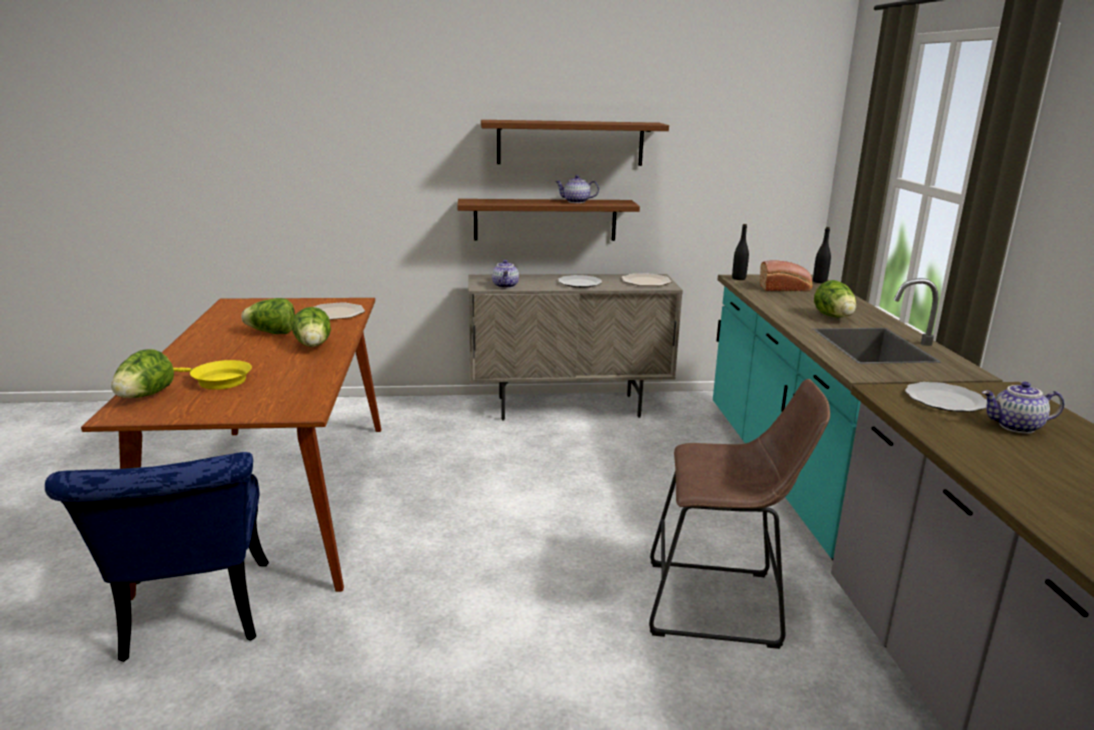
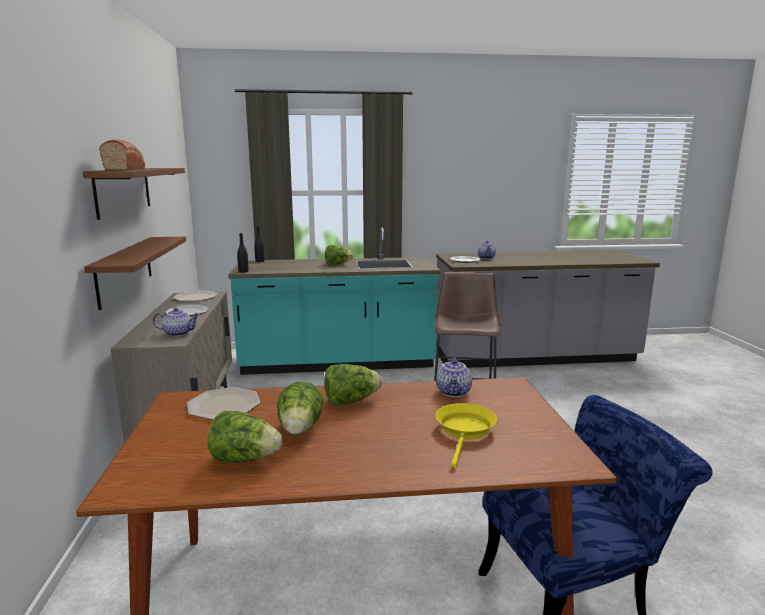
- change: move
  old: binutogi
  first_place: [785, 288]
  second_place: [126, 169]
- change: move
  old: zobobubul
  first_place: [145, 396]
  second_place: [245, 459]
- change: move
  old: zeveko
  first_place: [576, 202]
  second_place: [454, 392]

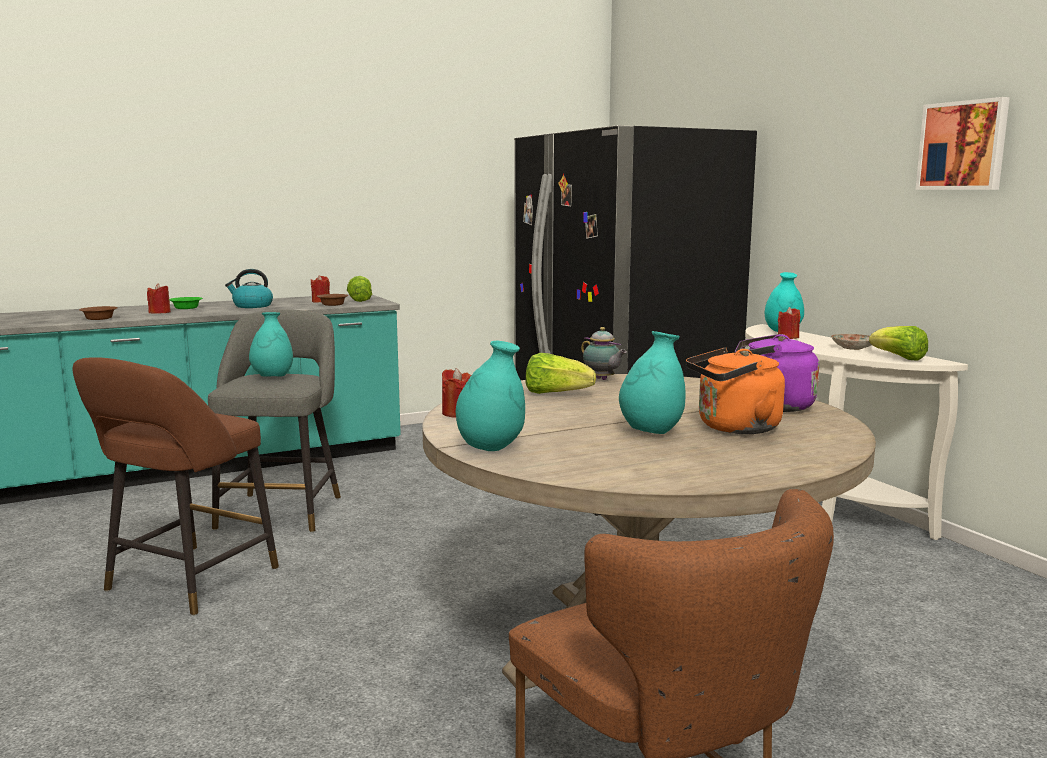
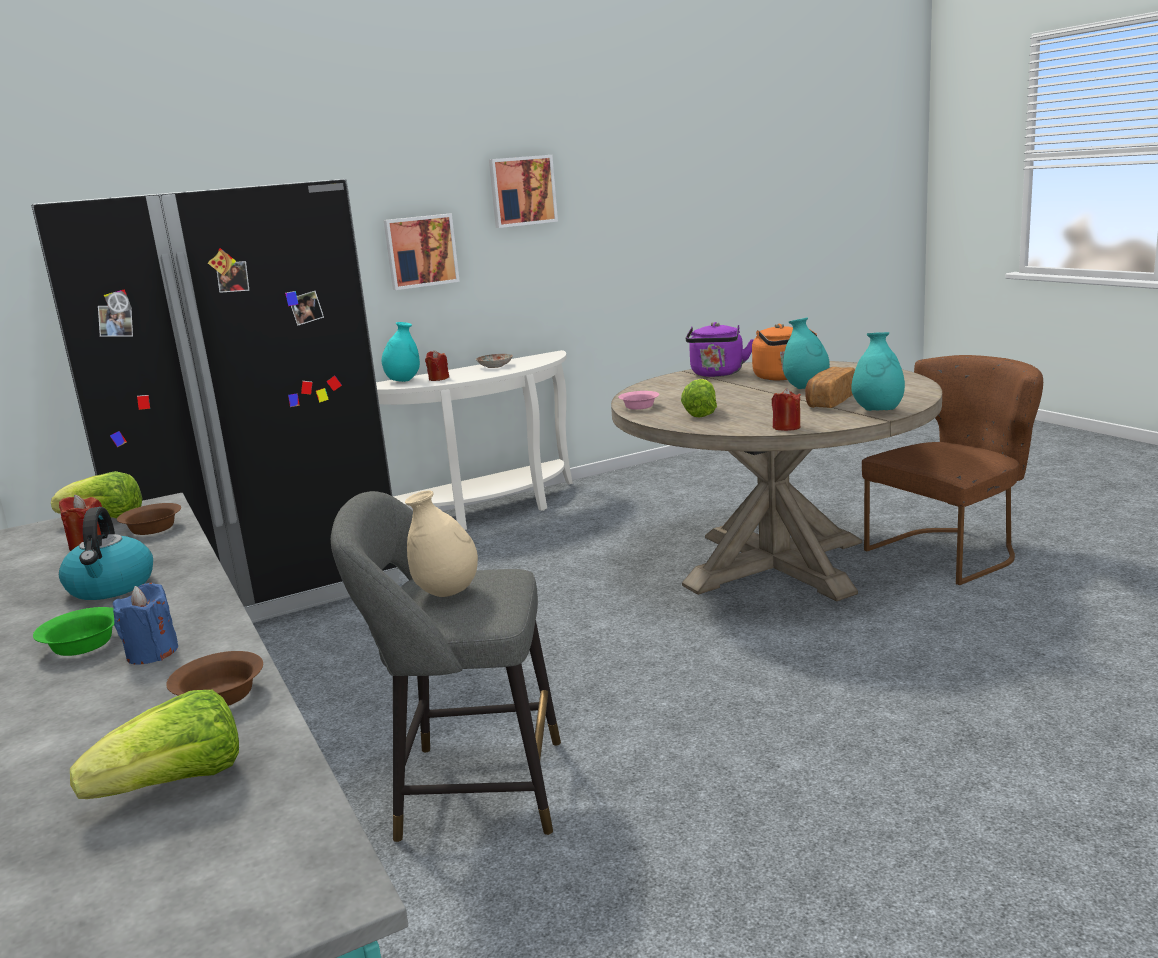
- change: move
  old: zobobubul
  first_place: [898, 358]
  second_place: [176, 785]
- change: recolor
  old: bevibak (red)
  new: bevibak (blue)
  first_place: [160, 312]
  second_place: [152, 653]
- change: insert
  new: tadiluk
  second_place: [420, 251]
- change: recolor
  old: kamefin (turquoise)
  new: kamefin (beige)
  first_place: [272, 377]
  second_place: [447, 593]
- change: replace
  old: zeveko
  new: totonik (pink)
  first_place: [602, 379]
  second_place: [639, 407]
- change: insert
  new: binutogi
  second_place: [829, 401]
- change: delete
  old: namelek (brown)
  first_place: [186, 583]

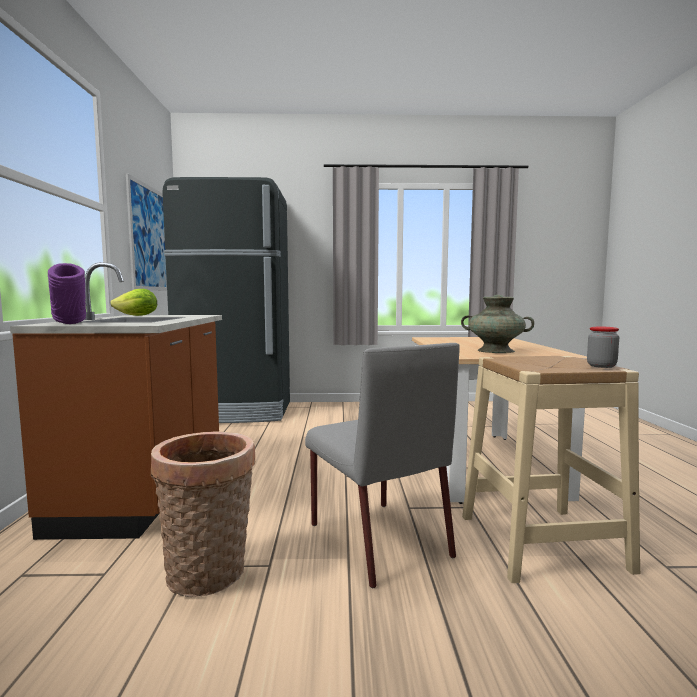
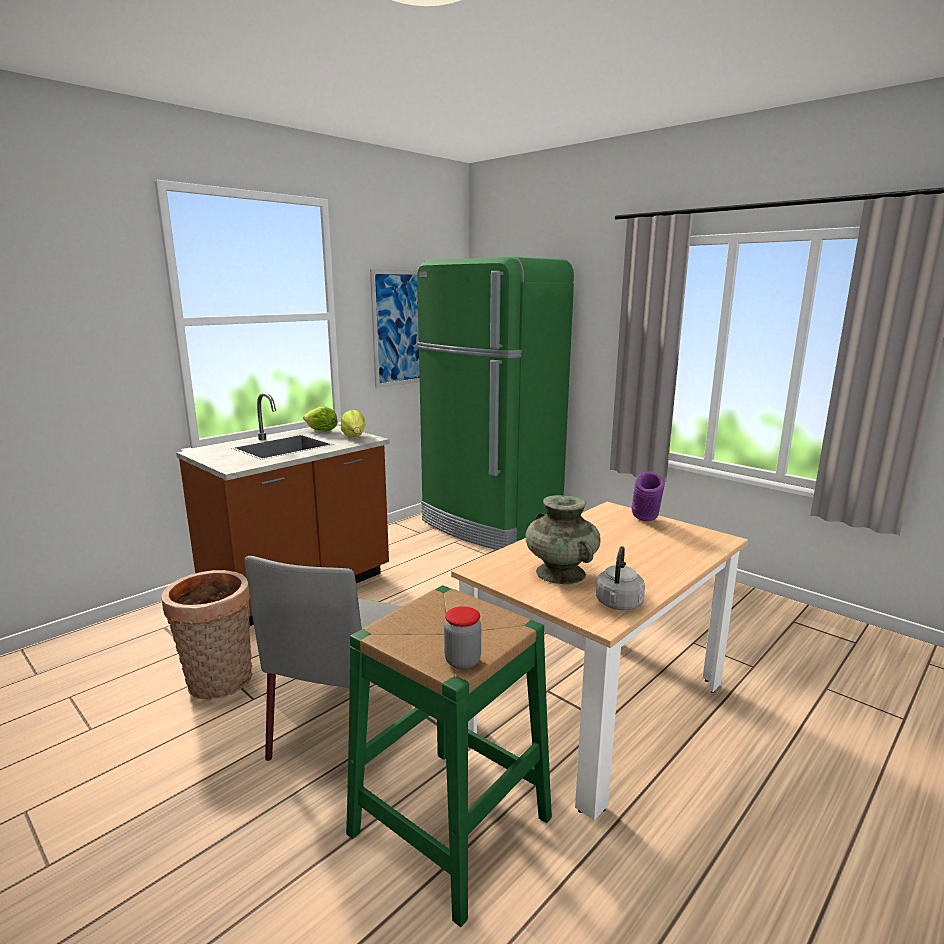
- change: insert
  new: zobobubul
  second_place: [354, 437]
- change: recolor
  old: namelek (beige)
  new: namelek (green)
  first_place: [541, 542]
  second_place: [450, 825]
- change: recolor
  old: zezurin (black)
  new: zezurin (green)
  first_place: [236, 412]
  second_place: [489, 525]
- change: insert
  new: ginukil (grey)
  second_place: [618, 605]
- change: move
  old: kamefin (purple)
  first_place: [70, 324]
  second_place: [645, 522]

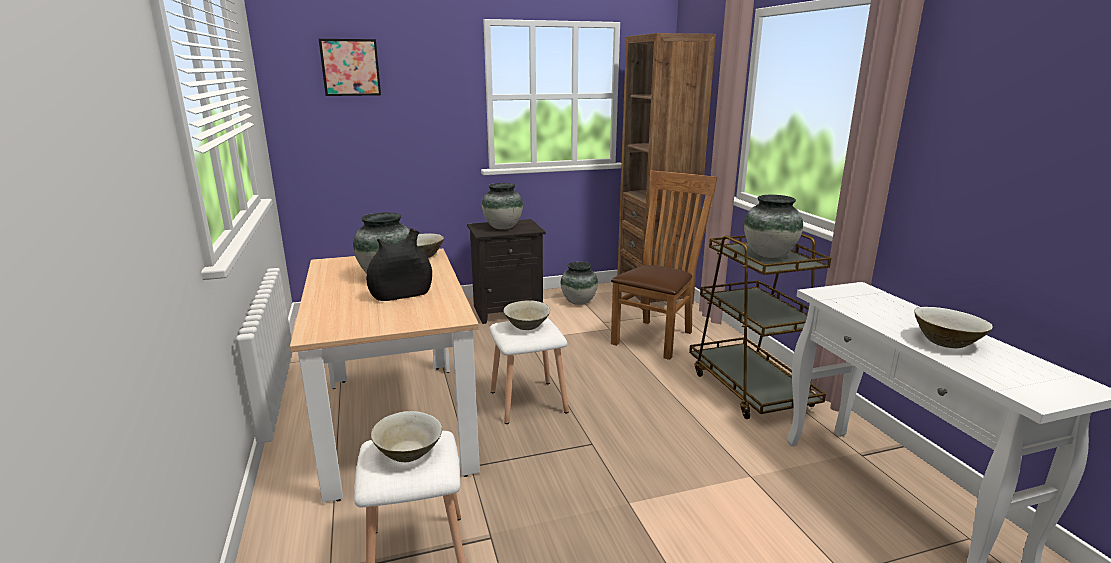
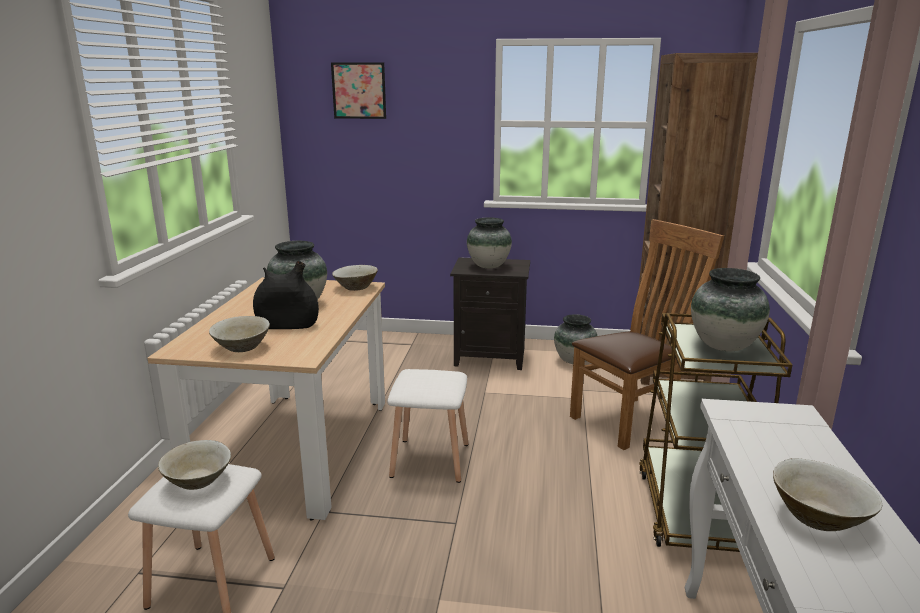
- change: move
  old: totonik (beige)
  first_place: [527, 326]
  second_place: [242, 347]

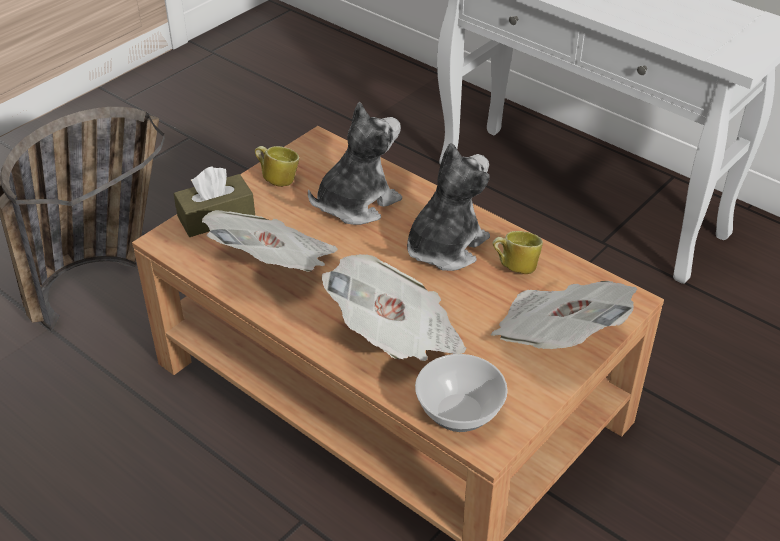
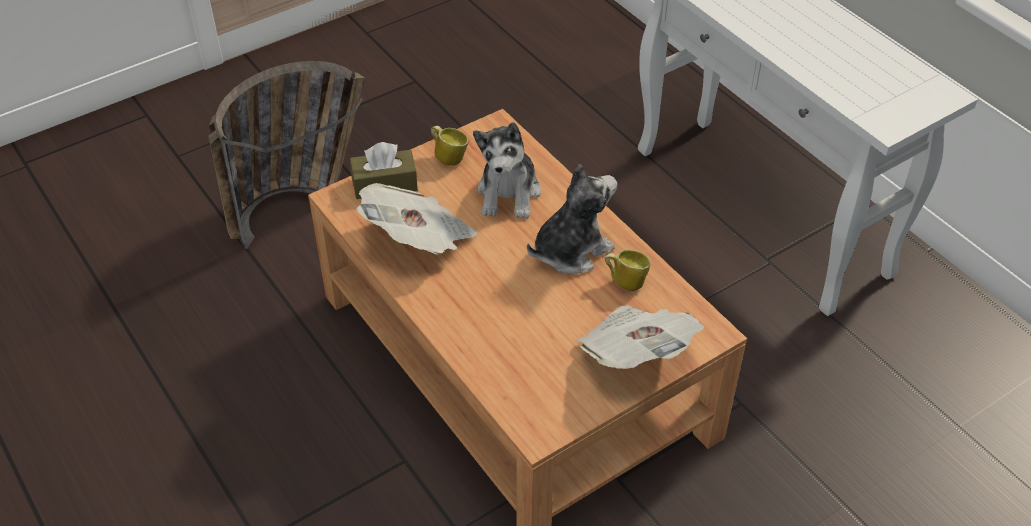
- change: rotate
  old: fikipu
  first_place: [356, 203]
  second_place: [509, 193]
  degrees: 120
- change: delete
  old: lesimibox
  first_place: [396, 336]
- change: delete
  old: totonik
  first_place: [459, 411]

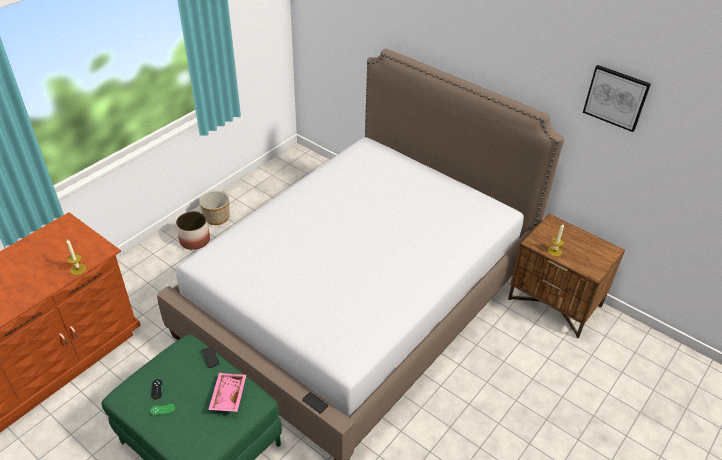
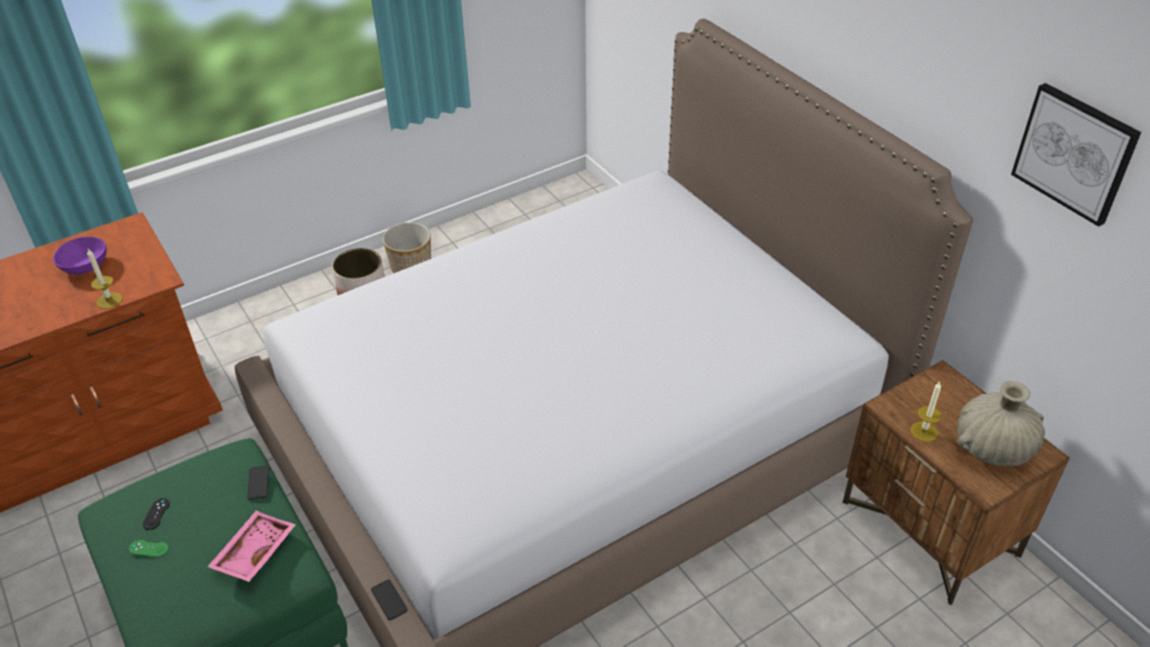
- change: insert
  new: totonik (purple)
  second_place: [86, 266]
- change: insert
  new: kamefin (beige)
  second_place: [992, 448]

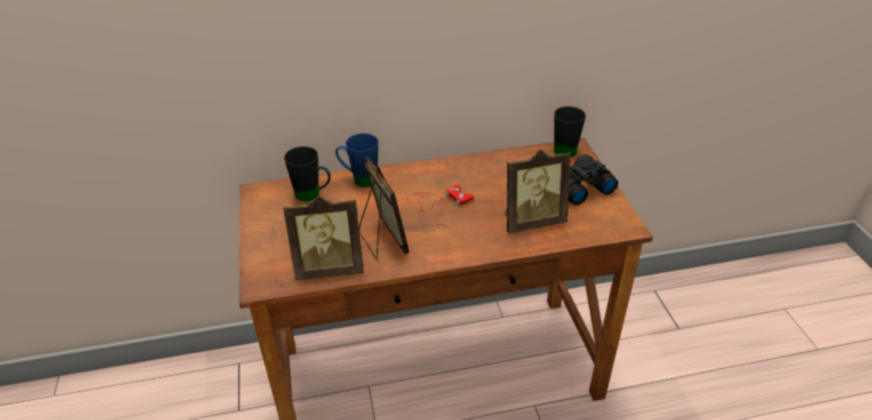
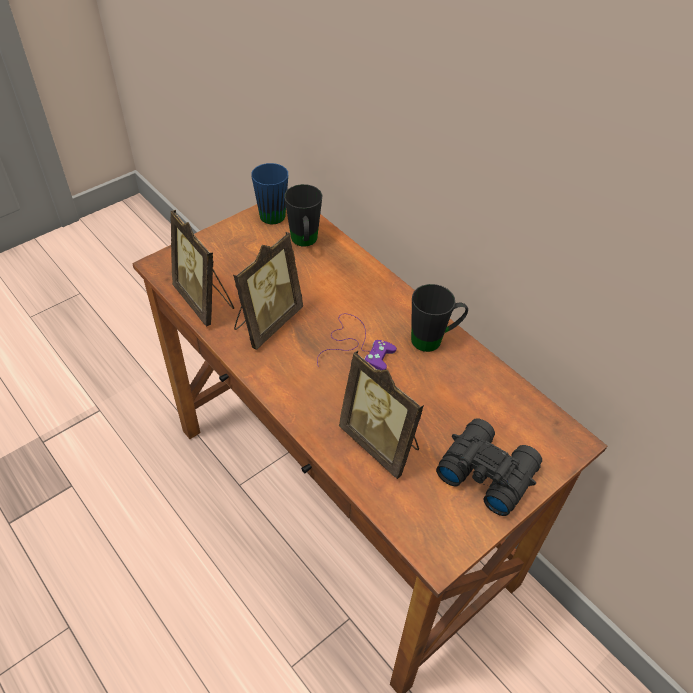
- change: move
  old: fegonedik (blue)
  first_place: [359, 179]
  second_place: [271, 211]
- change: recolor
  old: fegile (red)
  new: fegile (purple)
  first_place: [439, 204]
  second_place: [356, 345]
- change: move
  old: fegonedik (black)
  first_place: [566, 148]
  second_place: [434, 339]

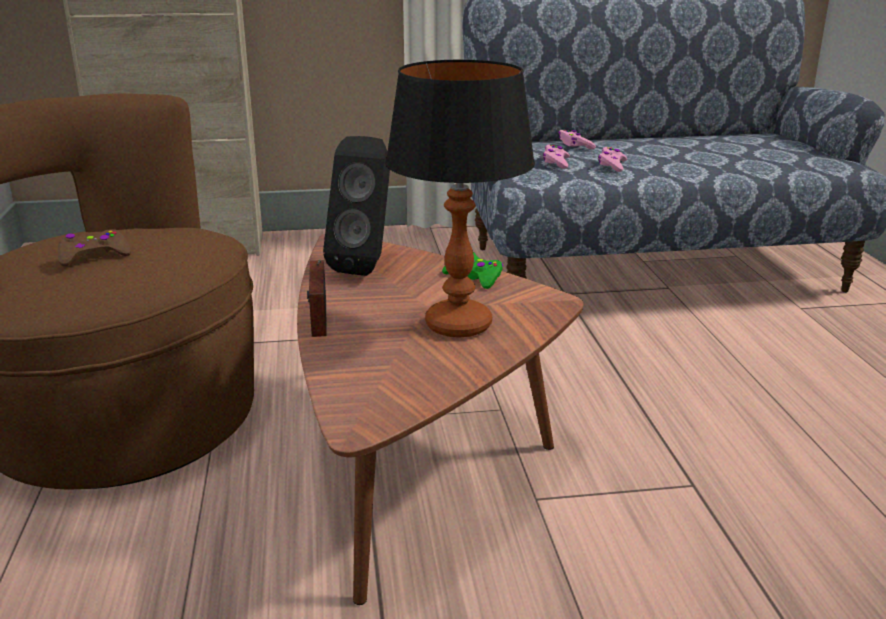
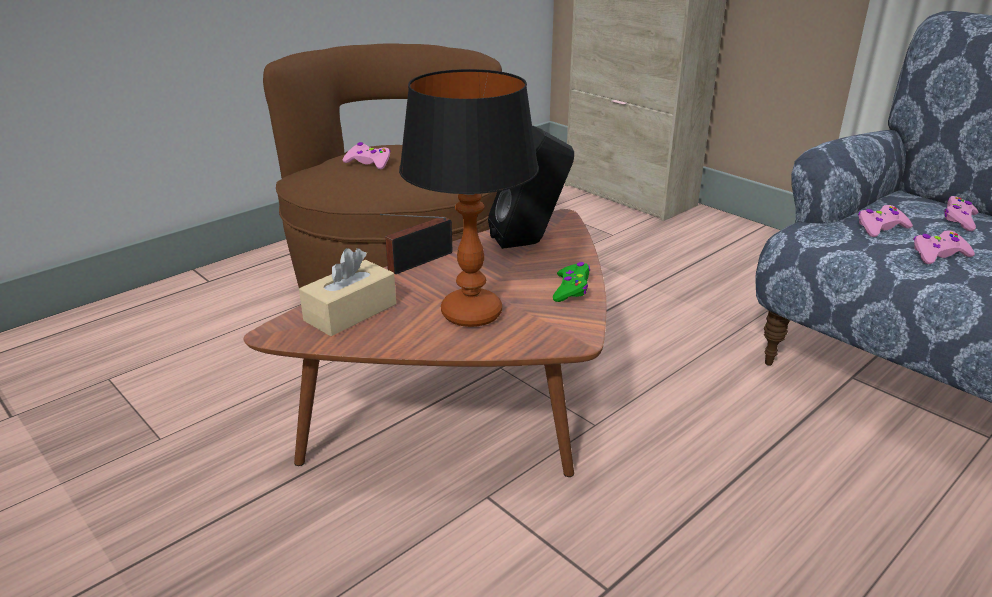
- change: insert
  new: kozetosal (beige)
  second_place: [350, 312]
- change: recolor
  old: fegile (brown)
  new: fegile (pink)
  first_place: [94, 256]
  second_place: [368, 162]

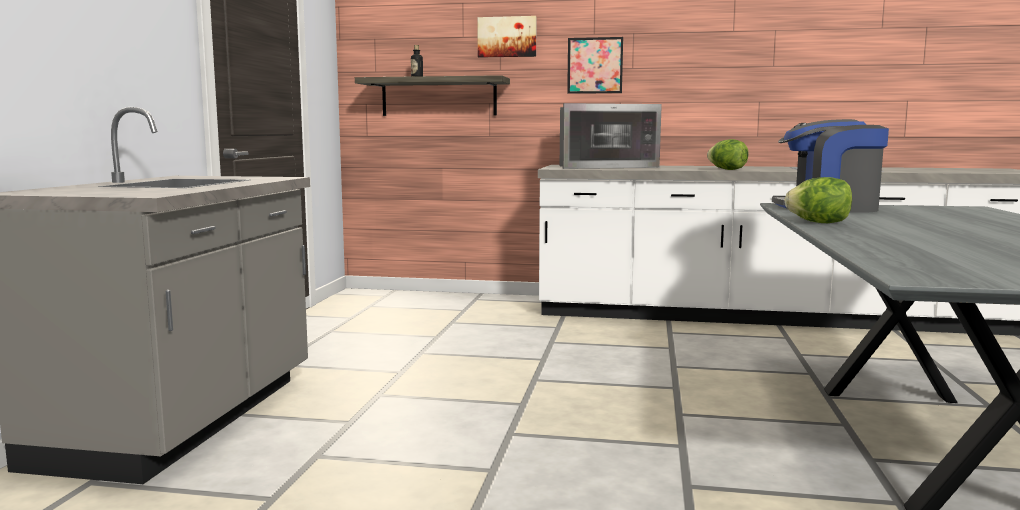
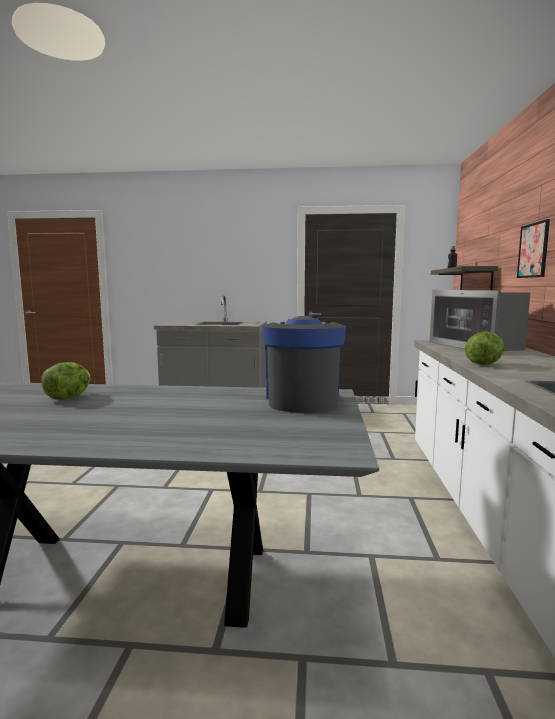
- change: move
  old: zobobubul
  first_place: [819, 223]
  second_place: [68, 398]
- change: delete
  old: tadiluk
  first_place: [507, 37]

